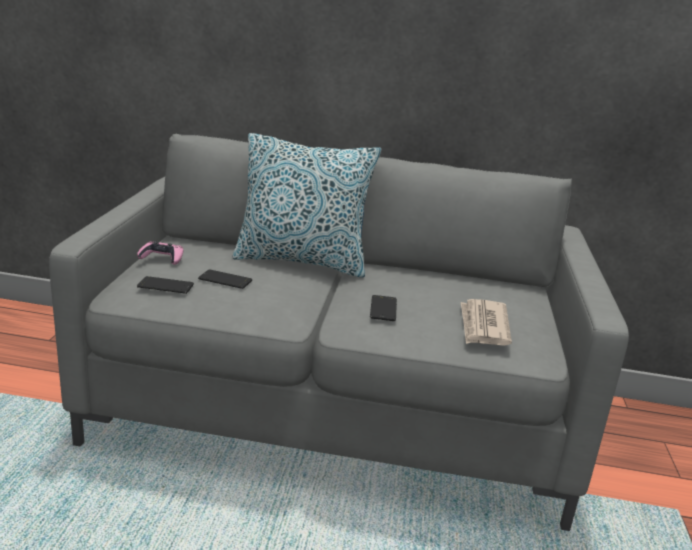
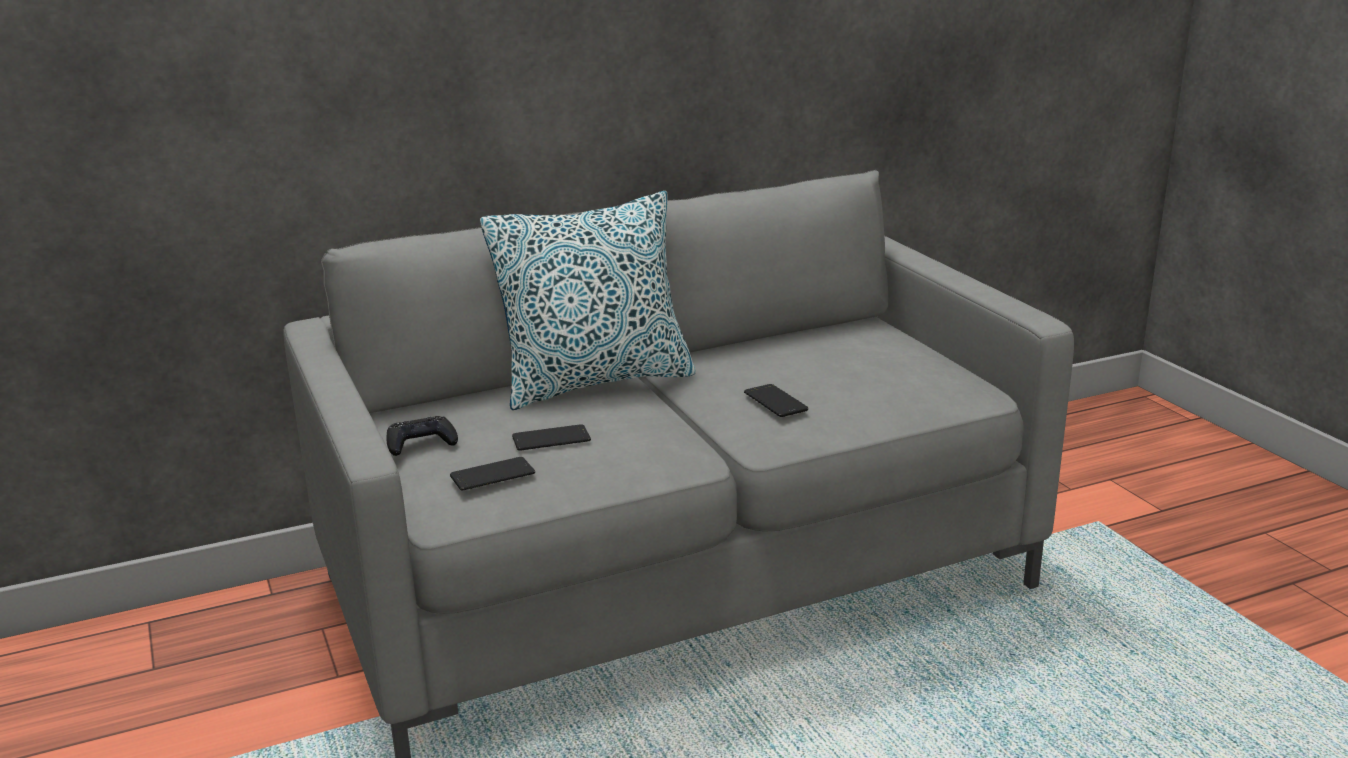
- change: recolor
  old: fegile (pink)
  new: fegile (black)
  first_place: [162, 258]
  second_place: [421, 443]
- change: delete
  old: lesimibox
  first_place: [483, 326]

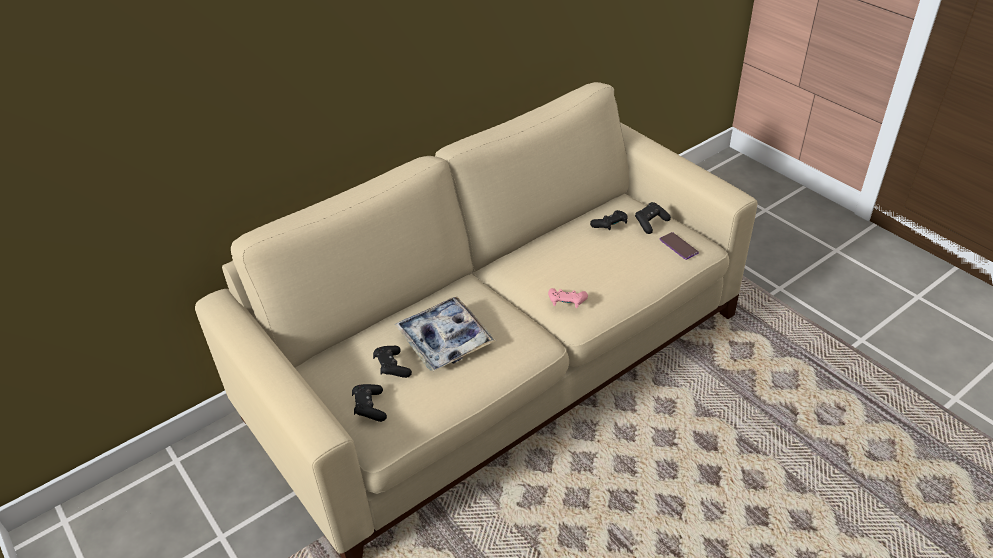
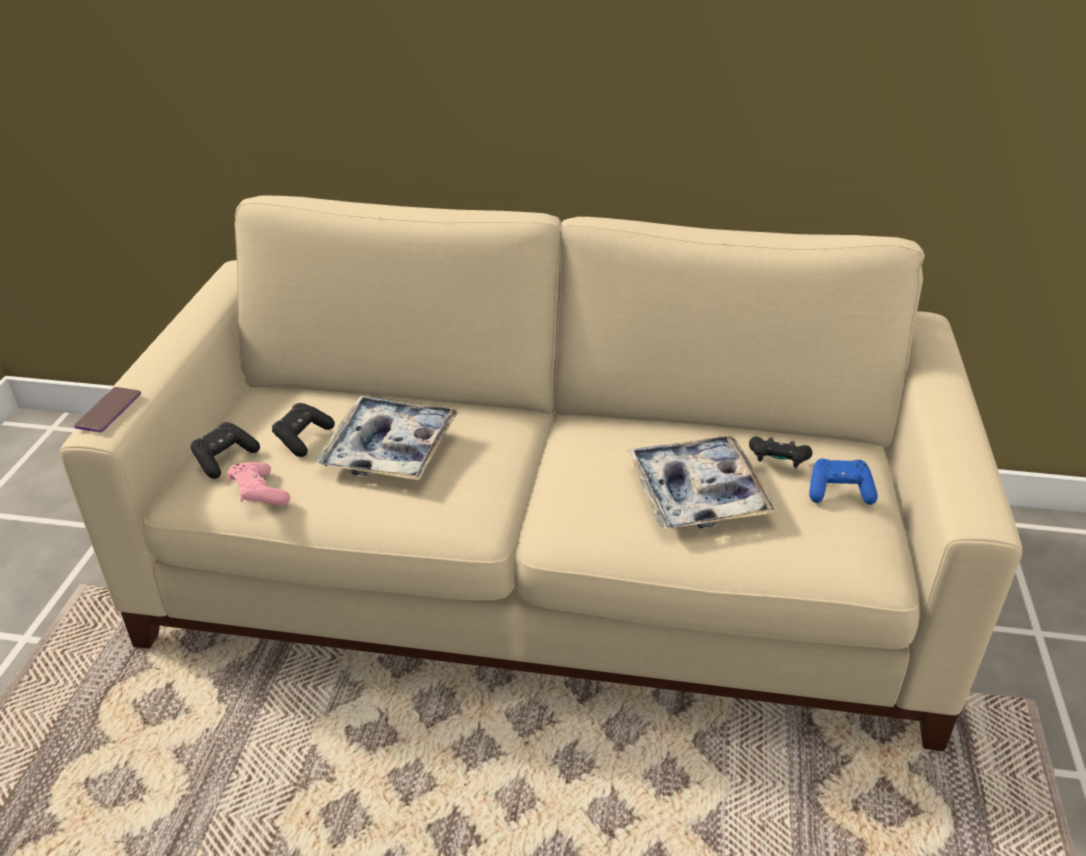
- change: move
  old: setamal
  first_place: [678, 246]
  second_place: [109, 410]
- change: move
  old: fegile (pink)
  first_place: [566, 303]
  second_place: [259, 494]
- change: insert
  new: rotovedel
  second_place: [697, 493]
- change: recolor
  old: fegile (black)
  new: fegile (blue)
  first_place: [650, 223]
  second_place: [839, 491]

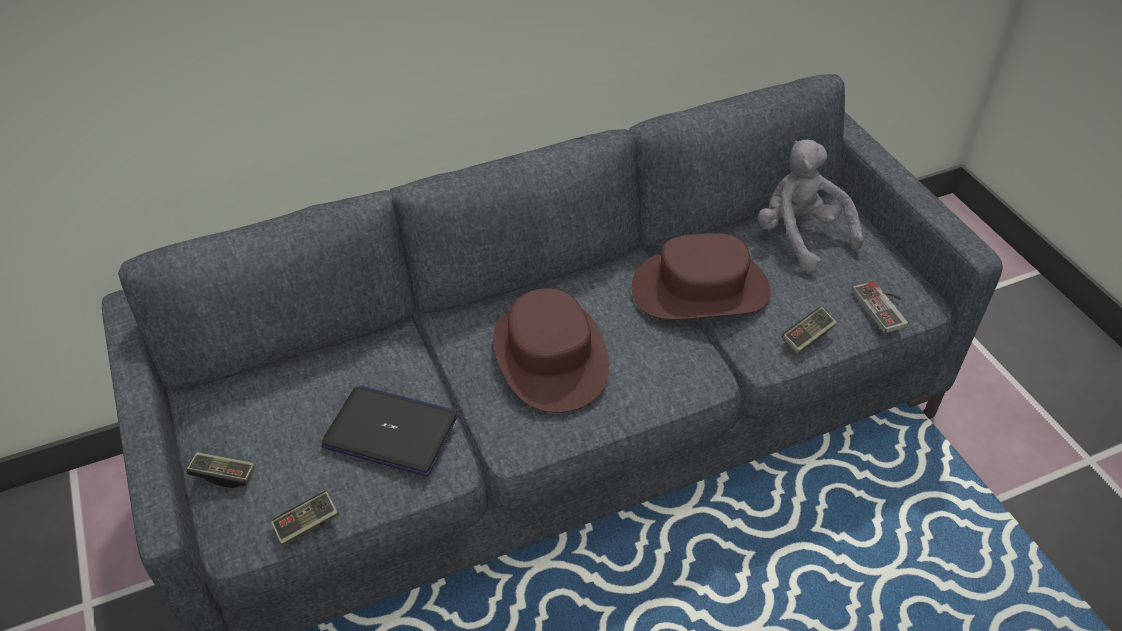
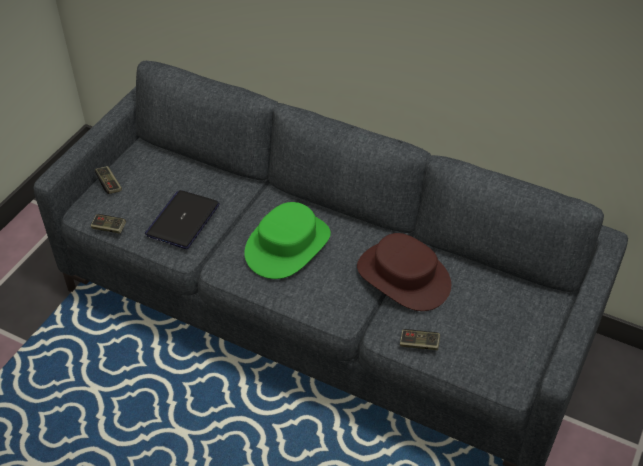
- change: rotate
  old: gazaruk
  first_place: [392, 432]
  second_place: [183, 220]
  degrees: -135
- change: recolor
  old: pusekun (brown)
  new: pusekun (green)
  first_place: [549, 356]
  second_place: [287, 245]
- change: delete
  old: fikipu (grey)
  first_place: [800, 236]
- change: delete
  old: fegile
  first_place: [885, 307]

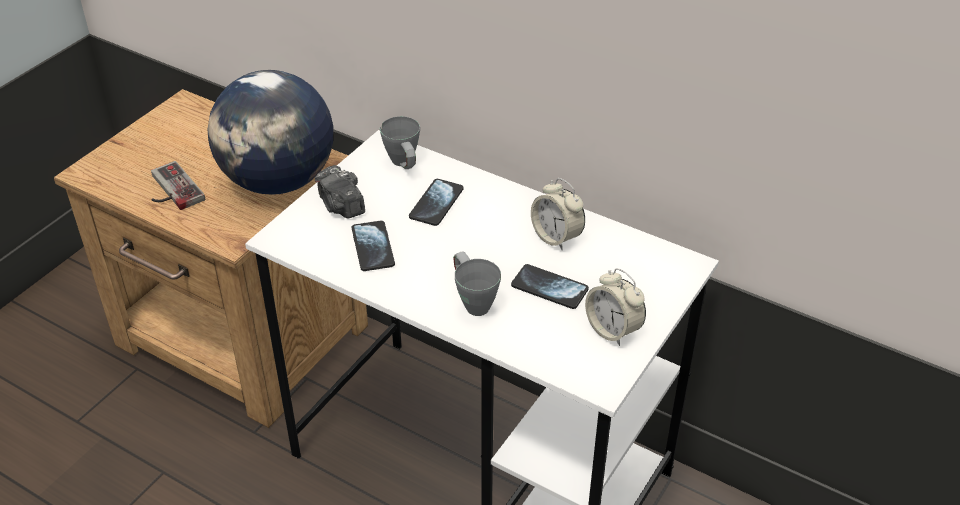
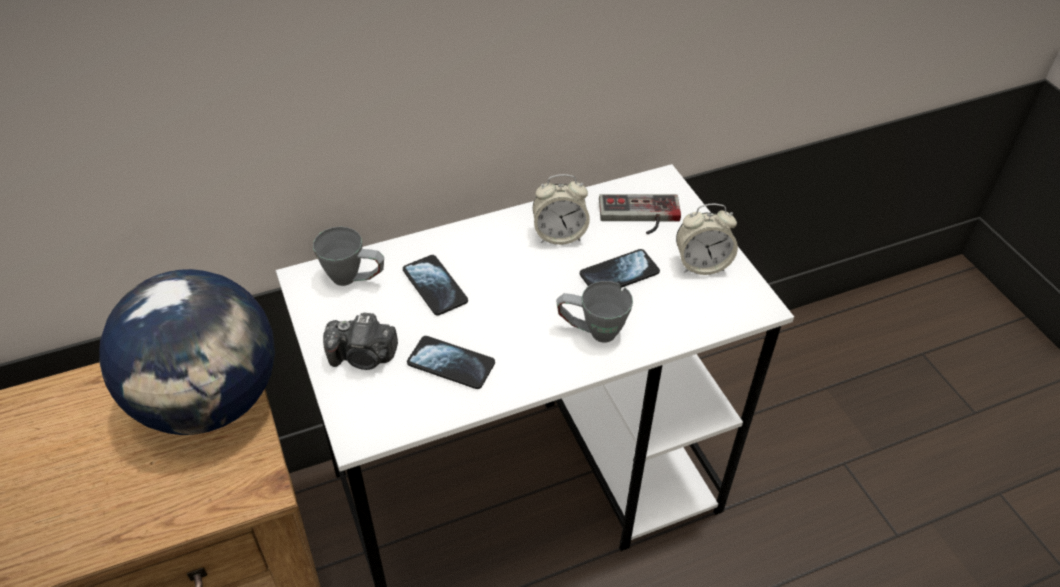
- change: move
  old: fegile
  first_place: [170, 190]
  second_place: [639, 217]

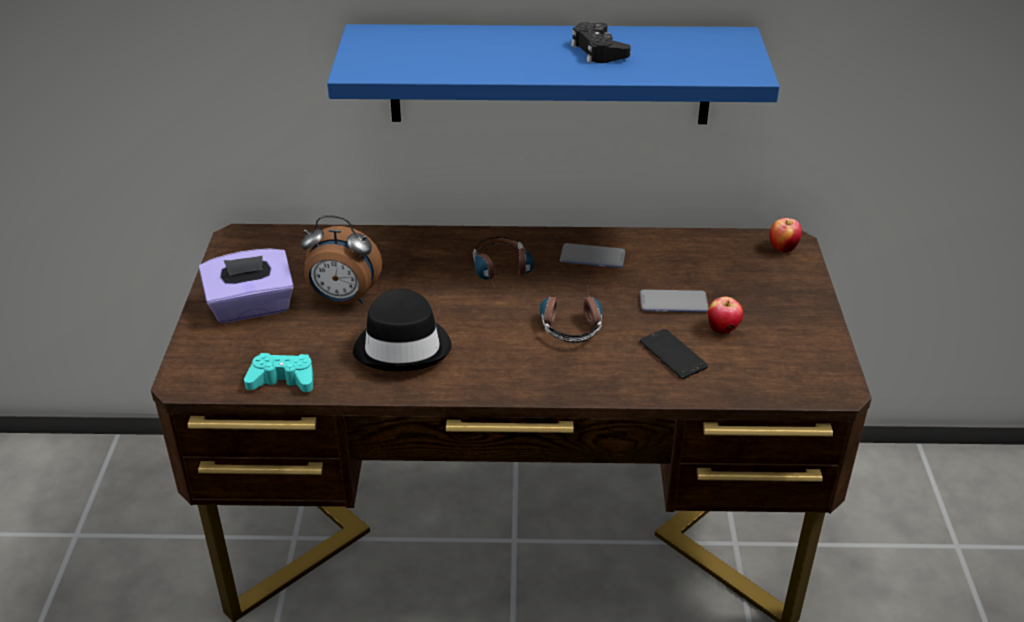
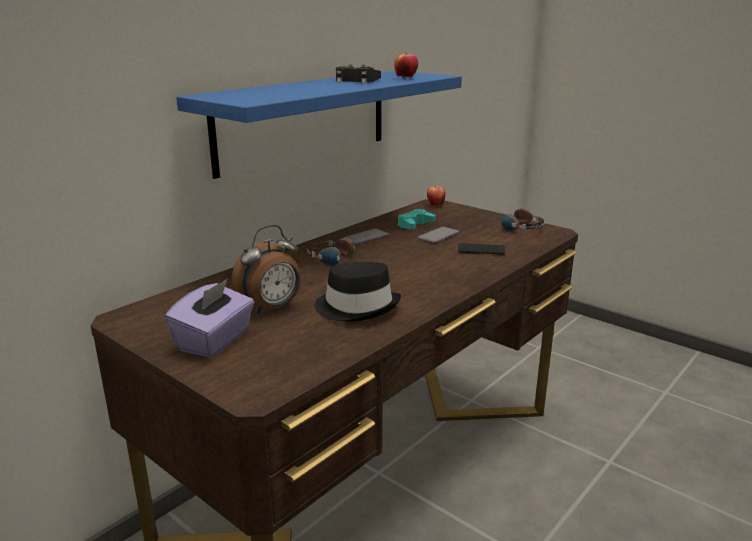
- change: move
  old: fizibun
  first_place: [723, 330]
  second_place: [405, 78]
- change: move
  old: fegile (turquoise)
  first_place: [282, 380]
  second_place: [415, 225]
- change: move
  old: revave
  first_place: [570, 322]
  second_place: [515, 227]

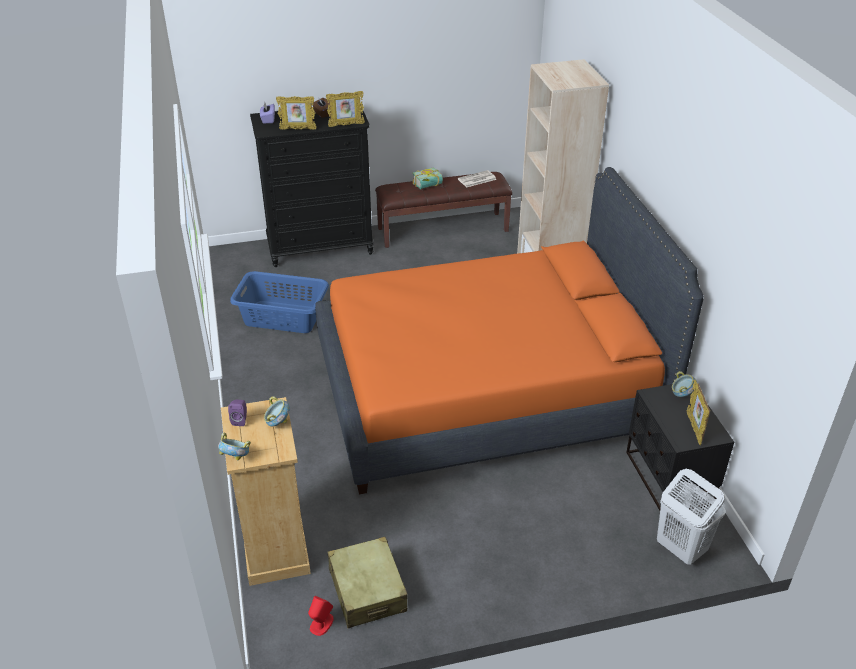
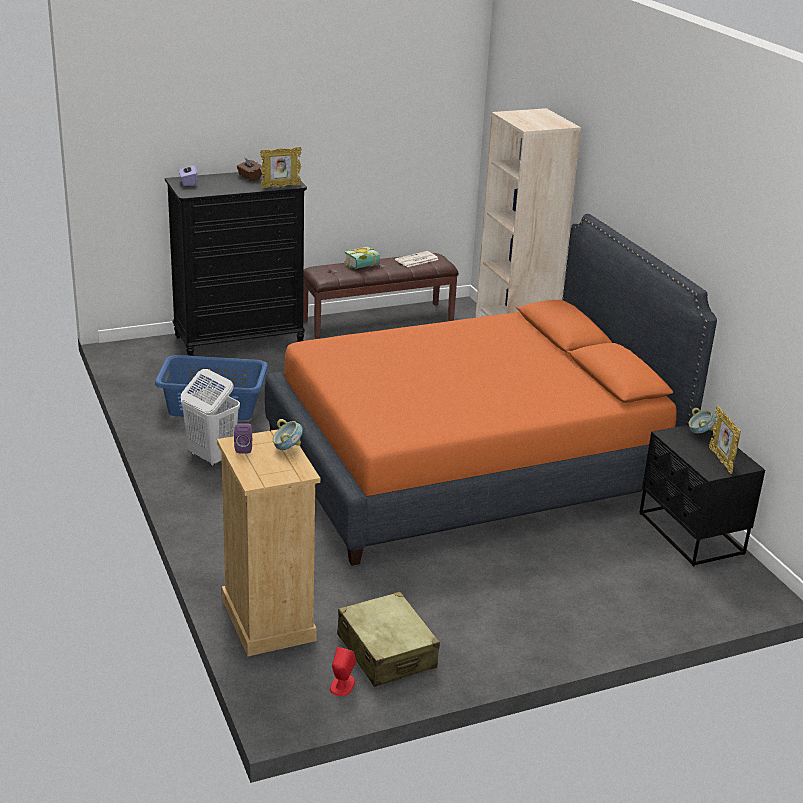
- change: move
  old: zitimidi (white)
  first_place: [680, 548]
  second_place: [211, 457]
- change: delete
  old: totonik
  first_place: [236, 457]
- change: delete
  old: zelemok
  first_place: [298, 129]

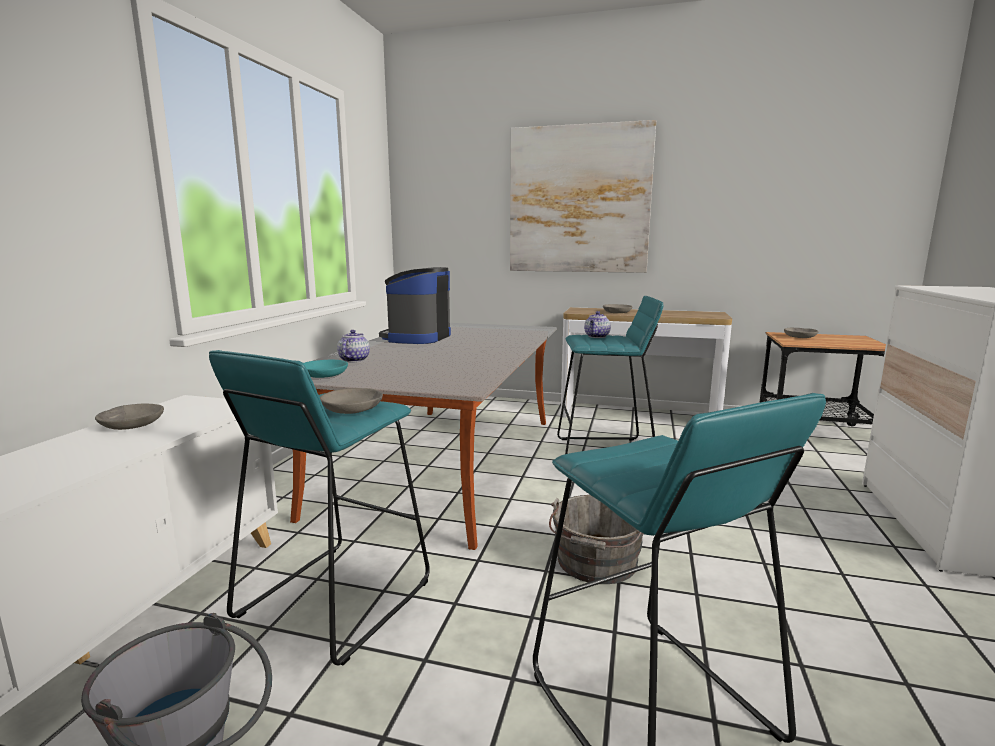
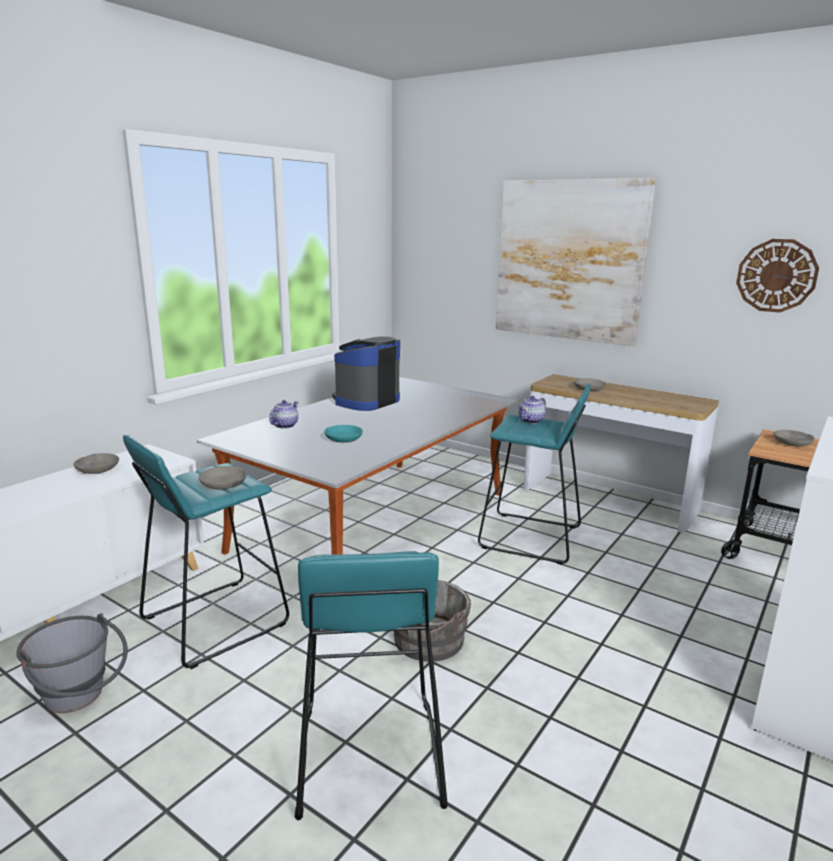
- change: move
  old: totonik (turquoise)
  first_place: [323, 375]
  second_place: [343, 439]
- change: insert
  new: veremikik
  second_place: [776, 275]

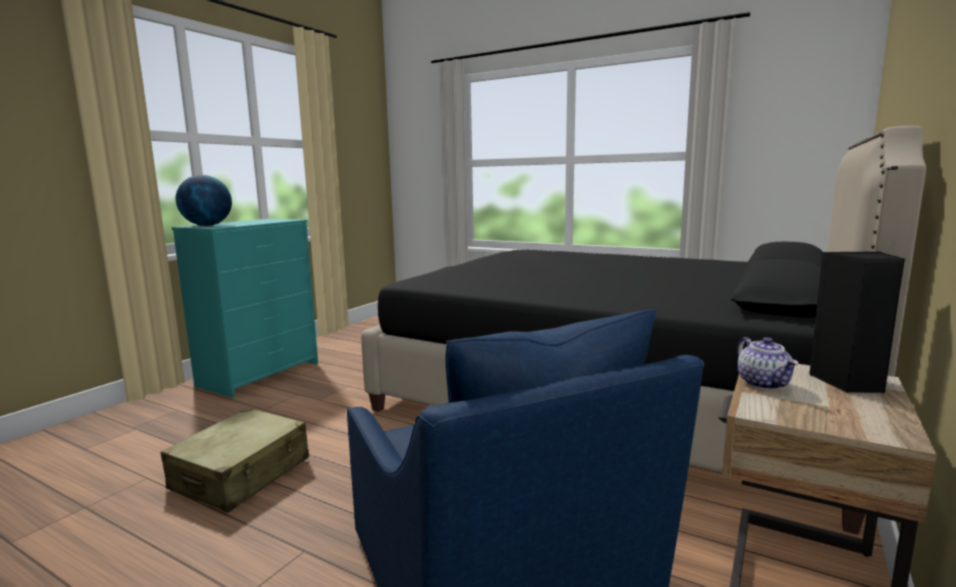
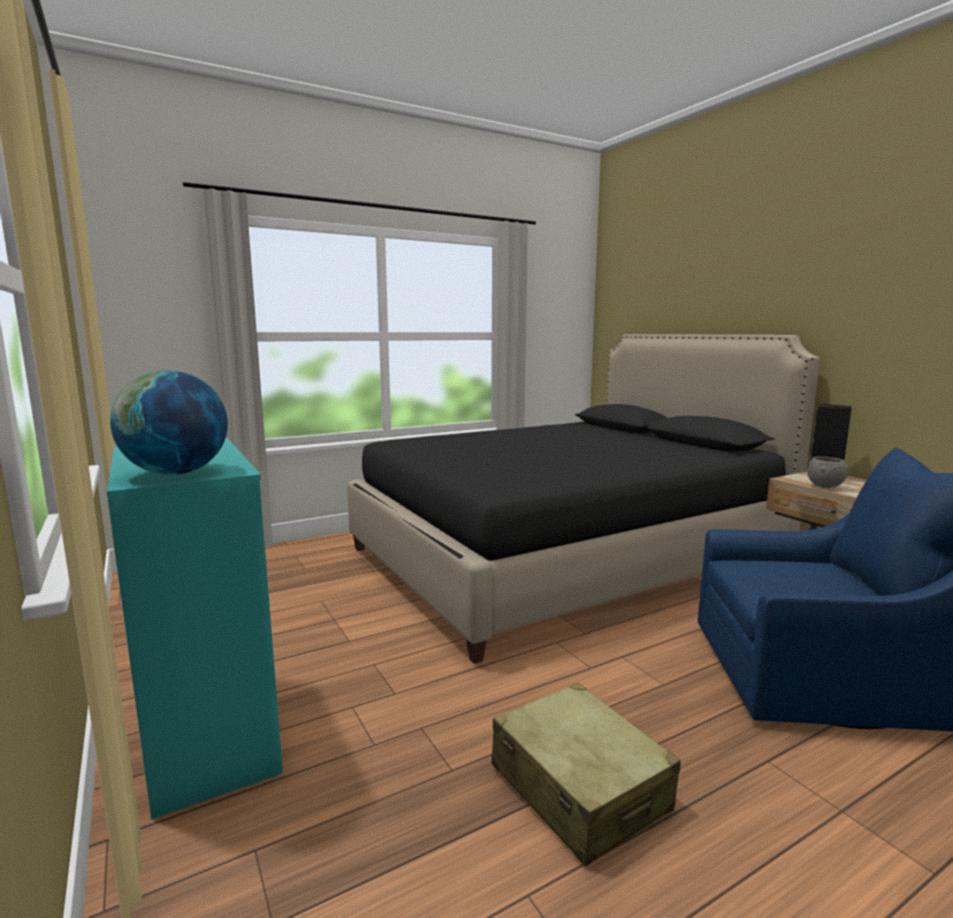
- change: replace
  old: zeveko
  new: totonik (grey)
  first_place: [764, 384]
  second_place: [824, 486]

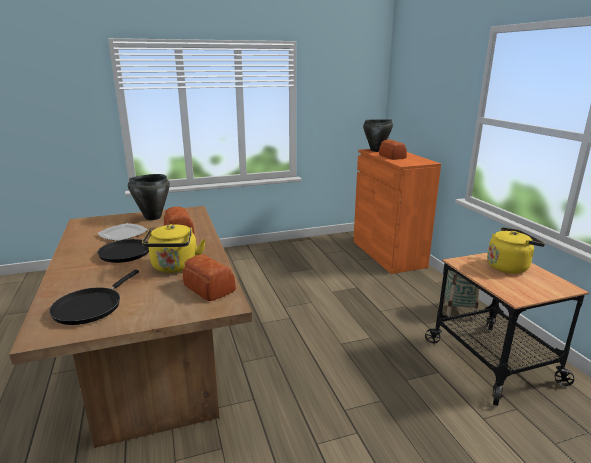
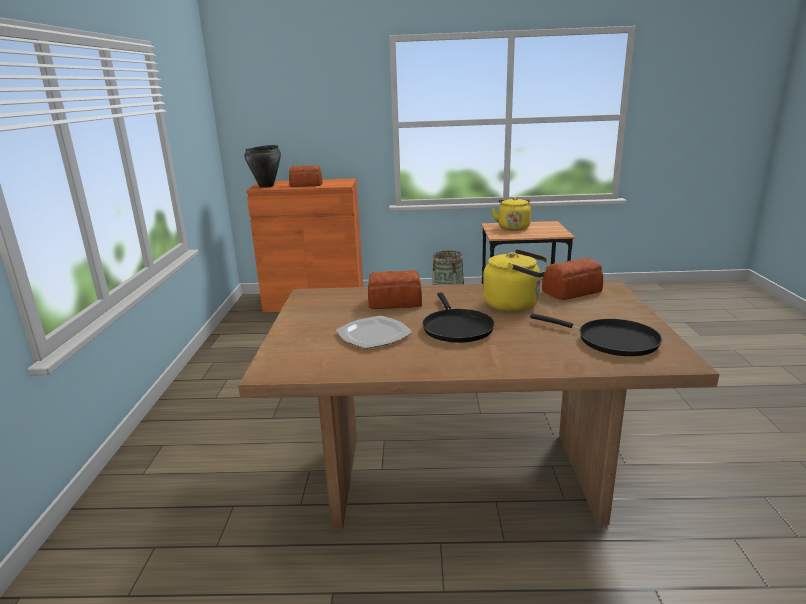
- change: delete
  old: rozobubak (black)
  first_place: [152, 217]

